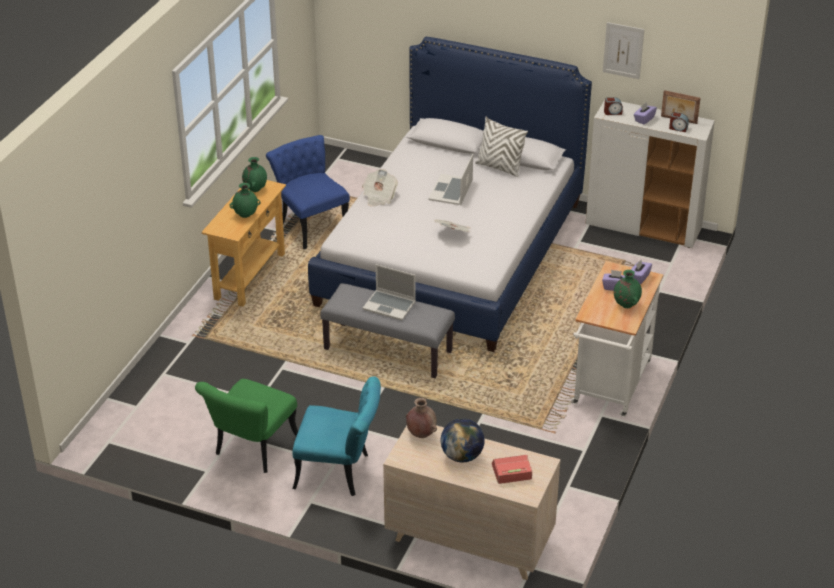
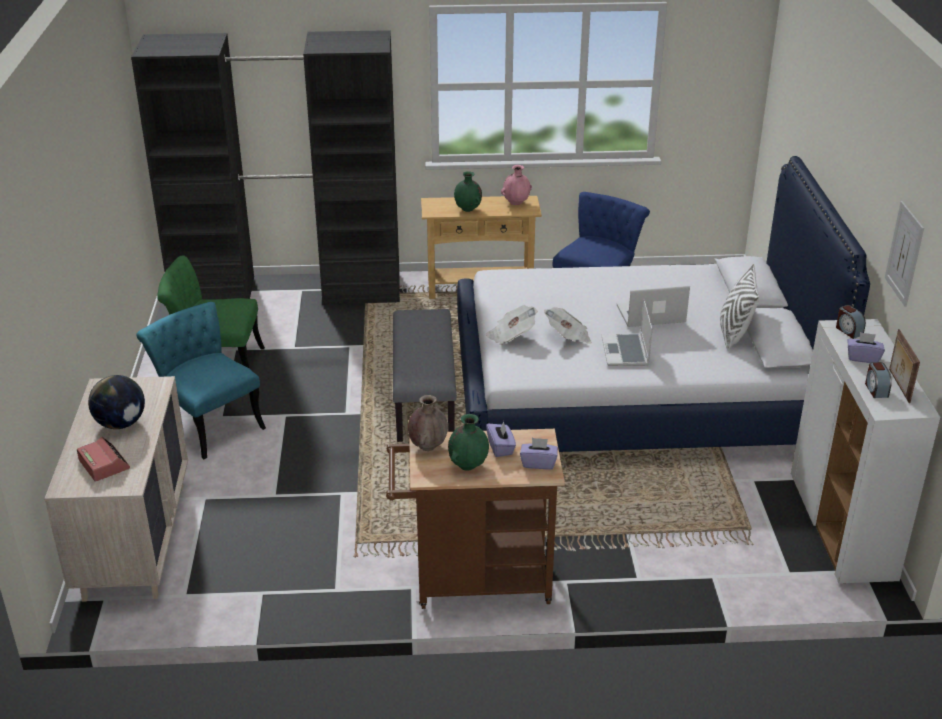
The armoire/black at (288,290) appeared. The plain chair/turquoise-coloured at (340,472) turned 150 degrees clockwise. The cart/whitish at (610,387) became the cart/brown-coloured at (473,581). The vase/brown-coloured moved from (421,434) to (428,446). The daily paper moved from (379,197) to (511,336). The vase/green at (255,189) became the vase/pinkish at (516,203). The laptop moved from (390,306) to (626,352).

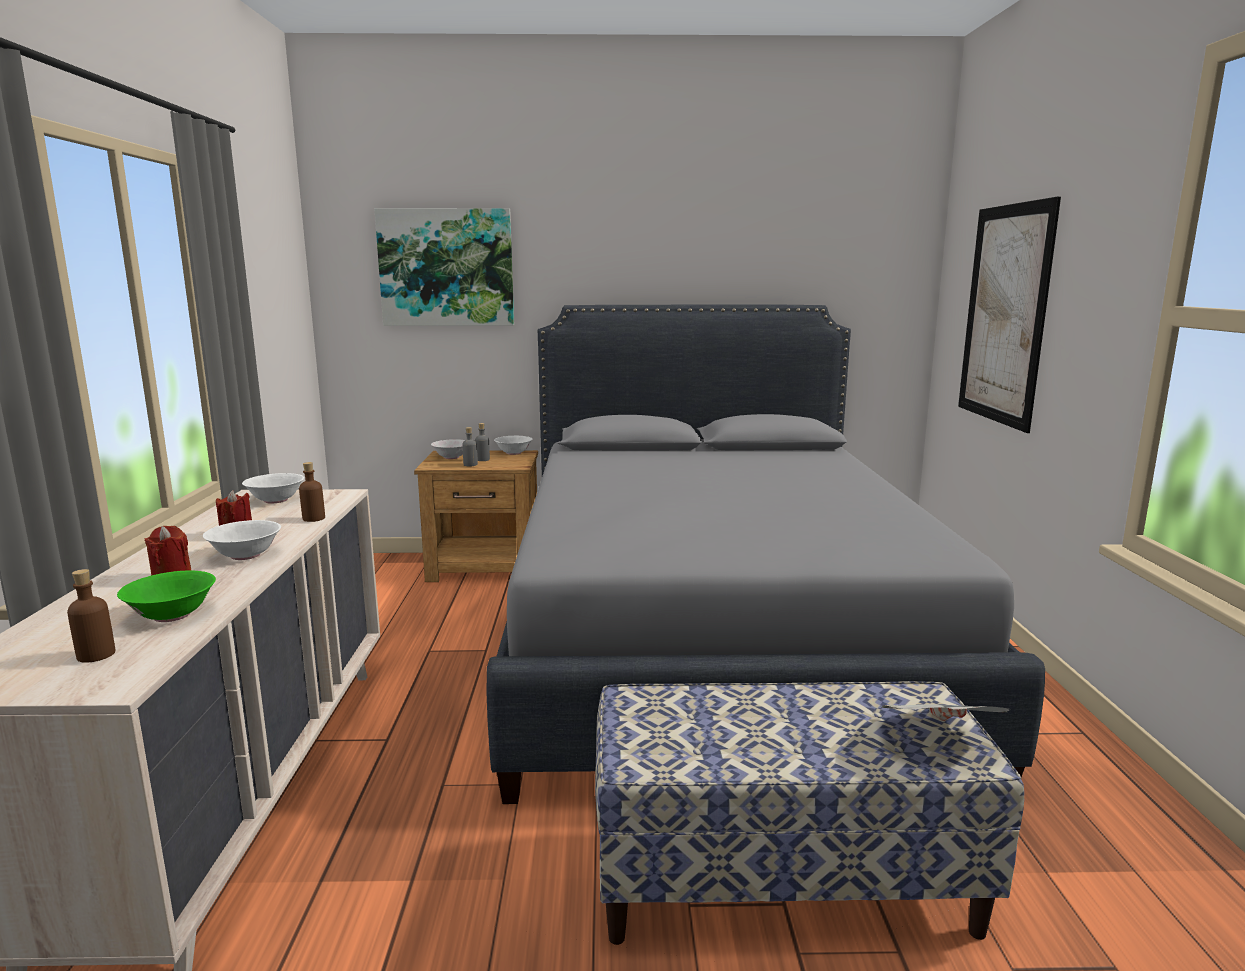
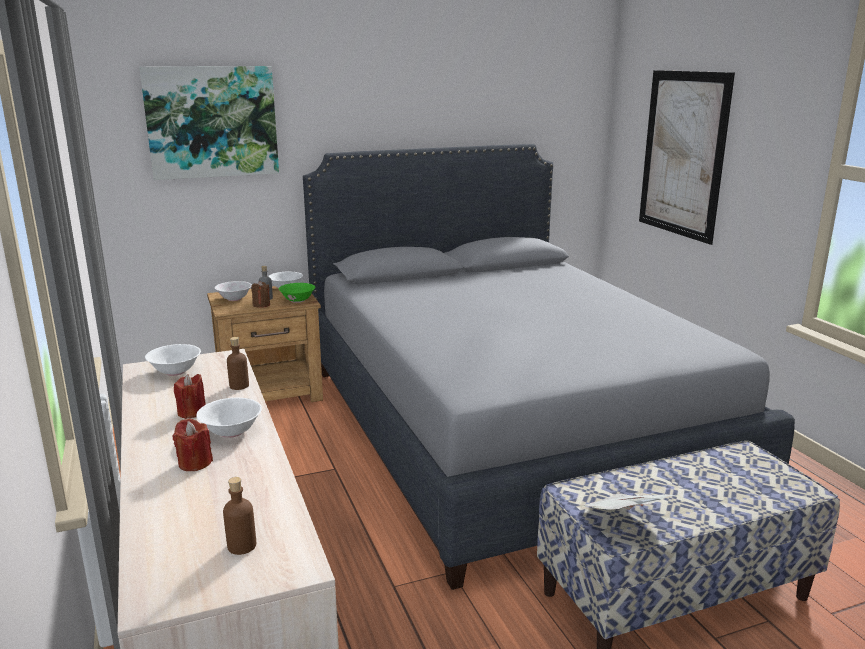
The drink bottle/grey at (470,464) was replaced by the candle/brown-coloured at (261,305). The bowl/green moved from (172,615) to (298,300). The daily paper moved from (938,738) to (624,521).

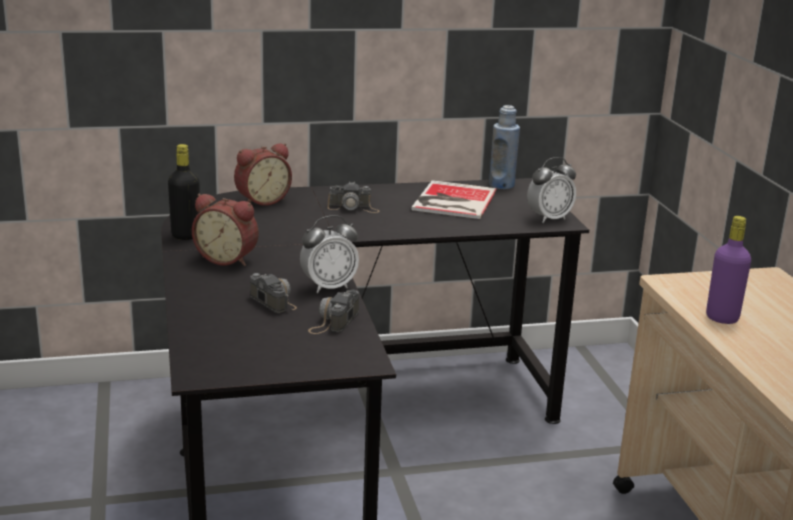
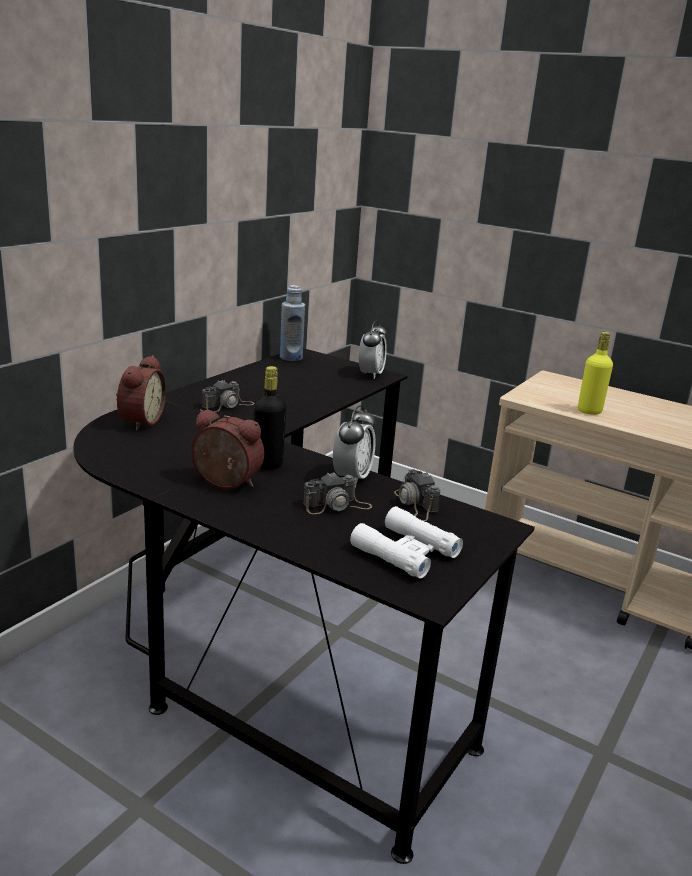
The bedside clock at (228,259) turned 135 degrees counterclockwise. The drink bottle/black moved from (186,236) to (268,465). The photo camera at (272,299) turned 150 degrees clockwise. The field glasses/whitish at (405,552) appeared. The drink bottle/purple-coloured at (722,318) became the drink bottle/yellowish at (589,411). The bound book at (452,201) disappeared.

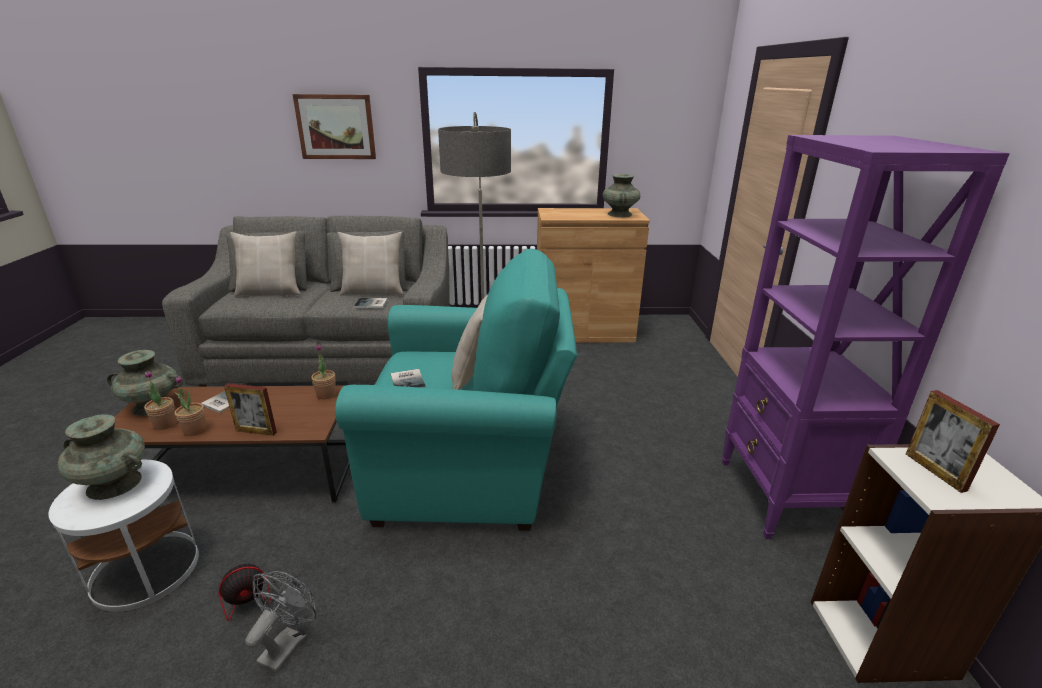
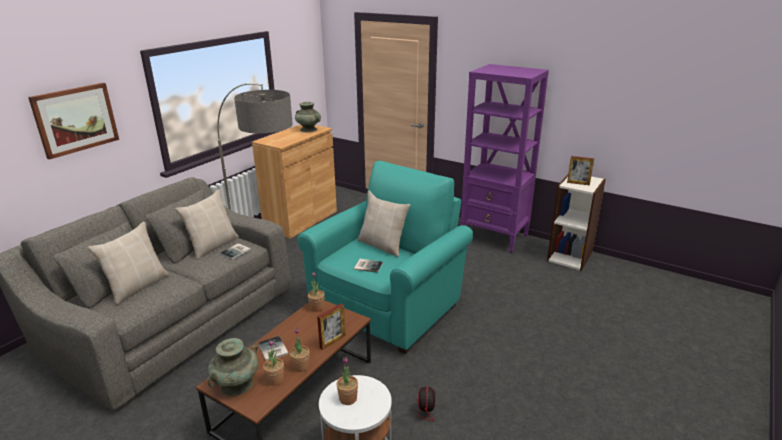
The vase/turquoise-coloured at (114,484) was replaced by the potted plant at (348,398). The electric fan/grey at (287,643) disappeared.

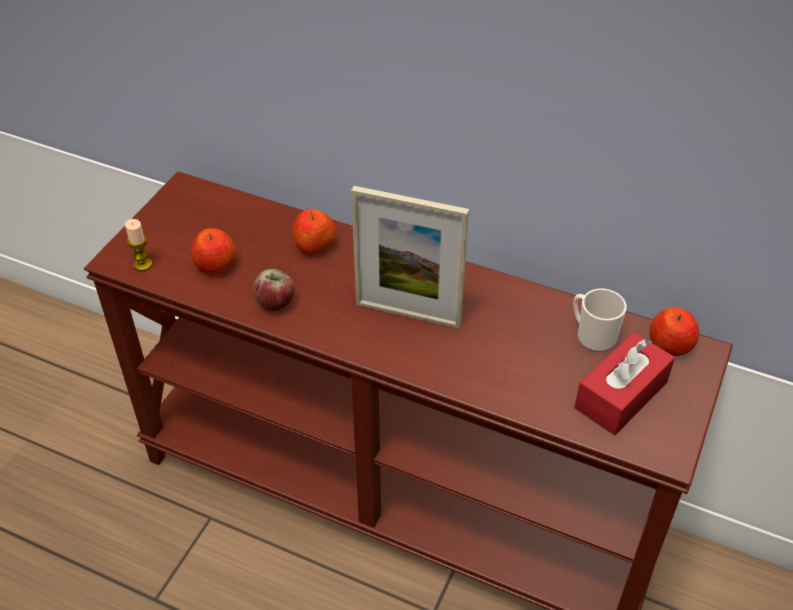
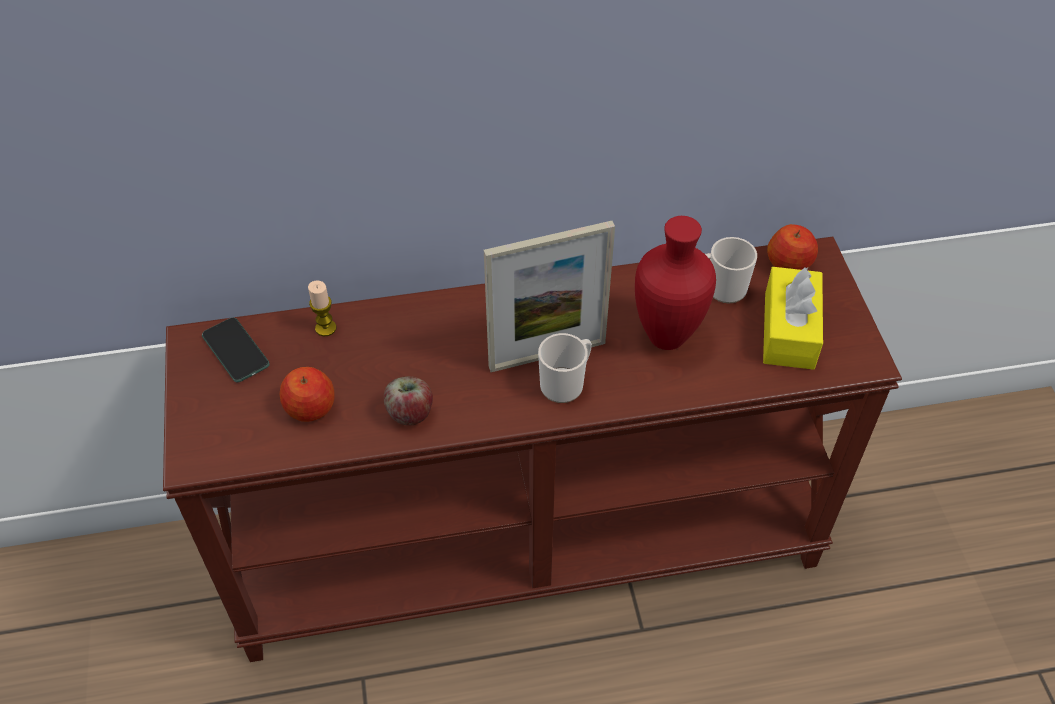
The handset at (235,351) appeared. The candle moved from (143,264) to (325,328). The tea mug at (565,383) appeared. The vase/reddish at (669,337) appeared. The box of tissues/reddish at (621,395) became the box of tissues/yellowish at (789,330). The apple at (314,245) disappeared.

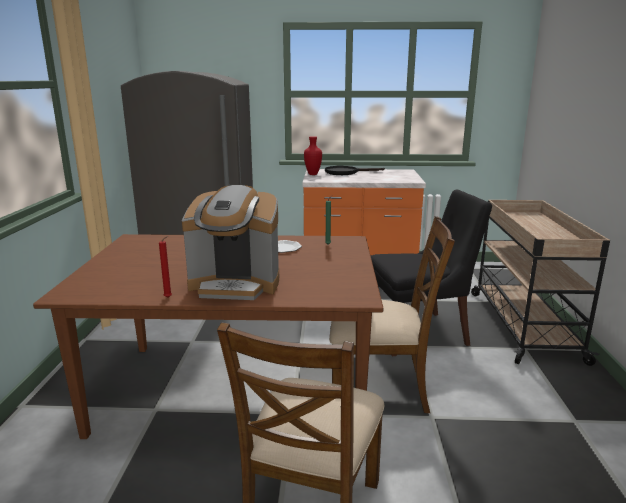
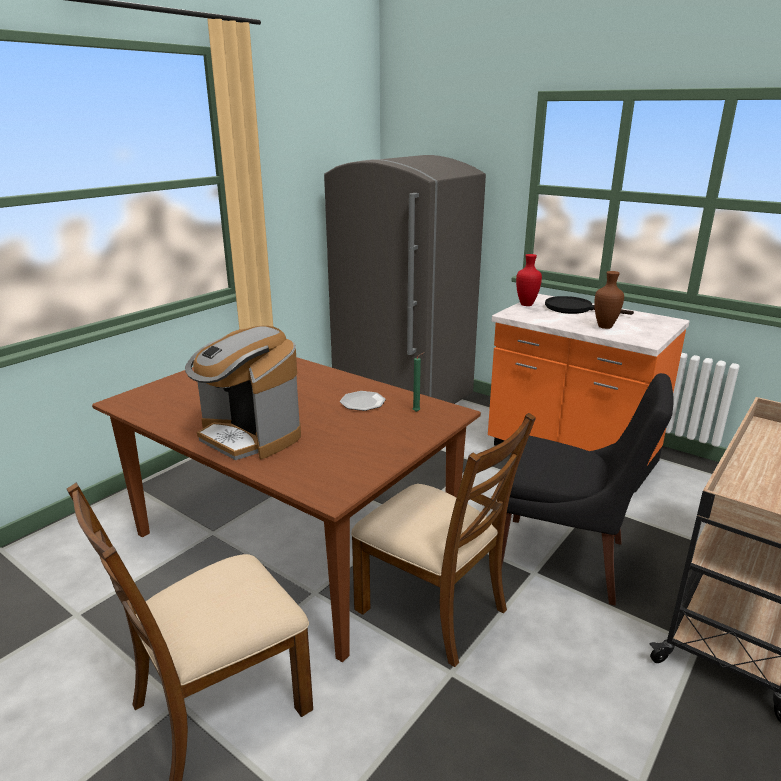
The vase/brown-coloured at (605,326) appeared. The candle/reddish at (169,298) disappeared.

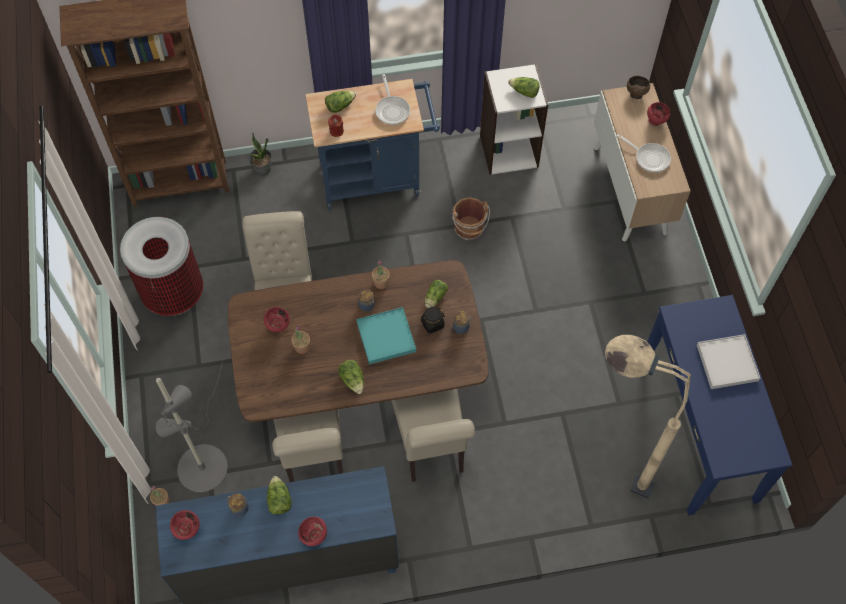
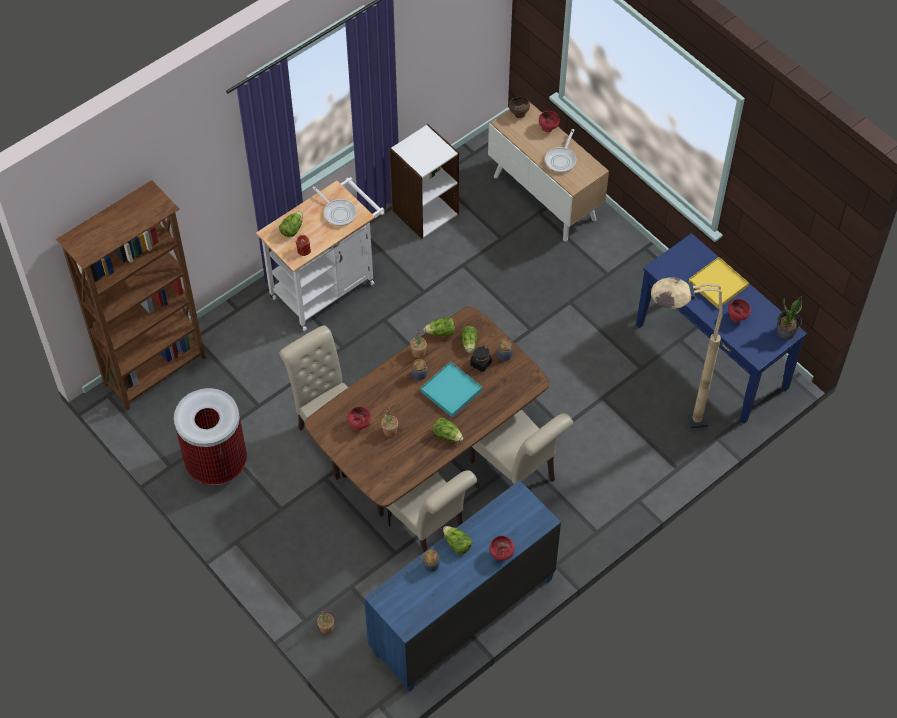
The cart/blue at (376,178) became the cart/whitish at (327,286). The lettuce moved from (524,92) to (441,332). The frying pan at (649,158) turned 105 degrees clockwise. The carrying tray/whitish at (727,363) became the carrying tray/yellowish at (718,284). The bowl/reddish moved from (187,529) to (737,317). The potted plant moved from (262,169) to (786,332). The standing lamp/grey at (204,456) disappeared. The bucket/brown-coloured at (469,229) disappeared.

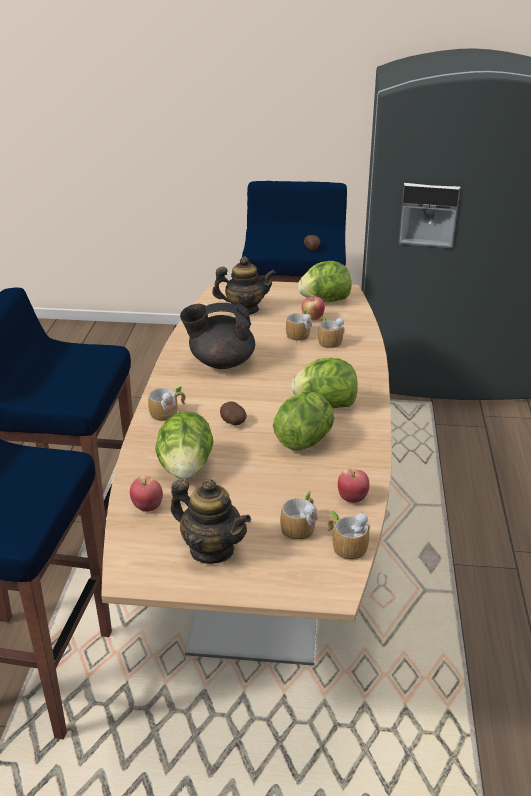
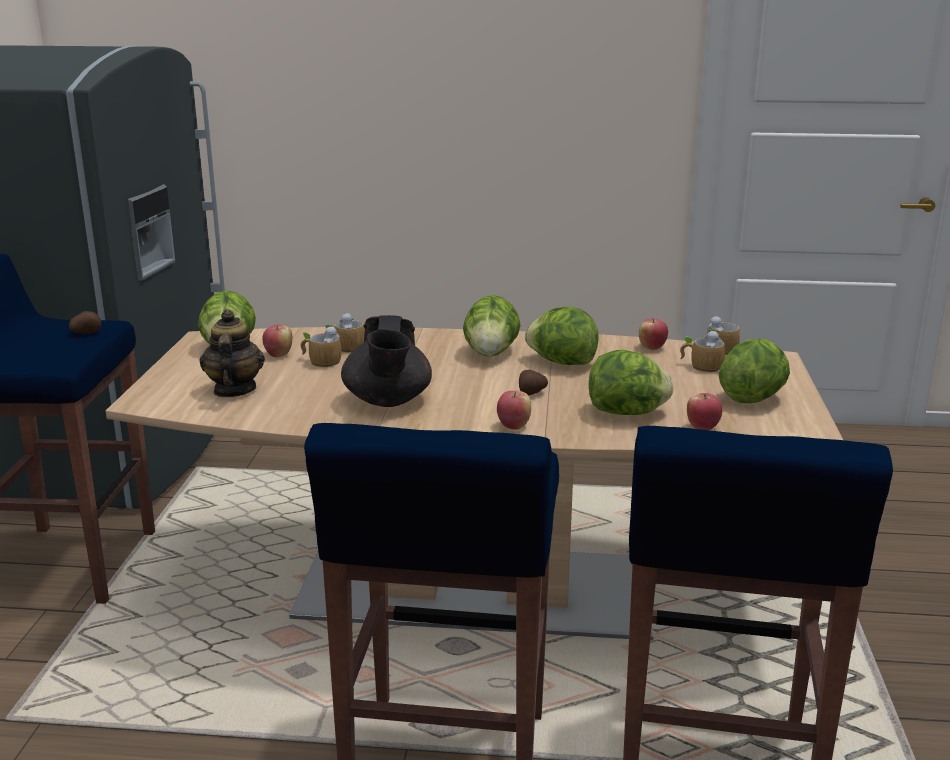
The tea mug at (168,413) was replaced by the apple at (513,426). The pot for tea at (211,549) was replaced by the lettuce at (752,398).

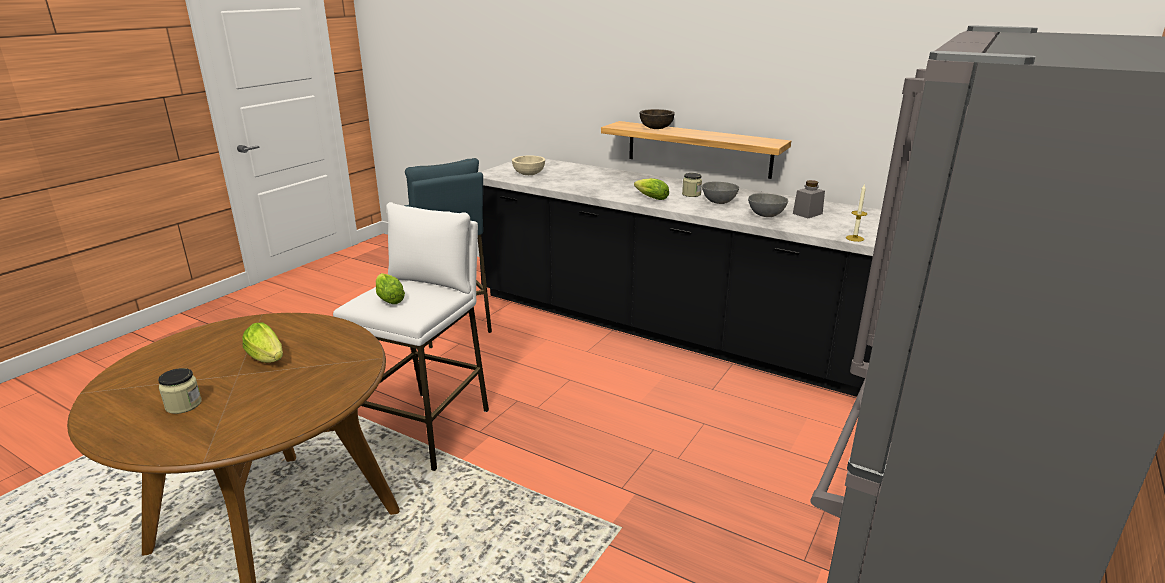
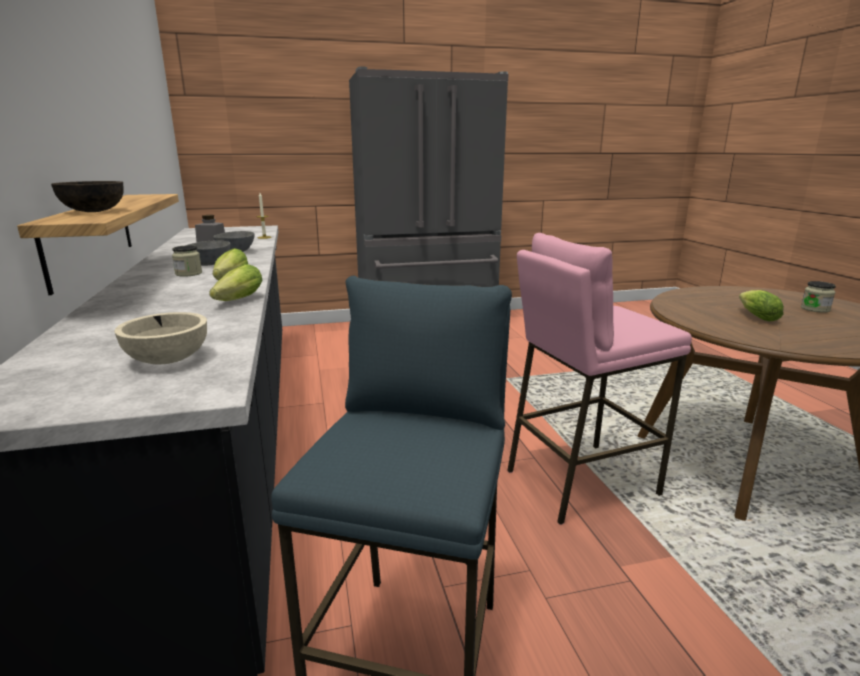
The lettuce moved from (389,298) to (236,301). The stool/whitish at (428,429) became the stool/pinkish at (579,481).

